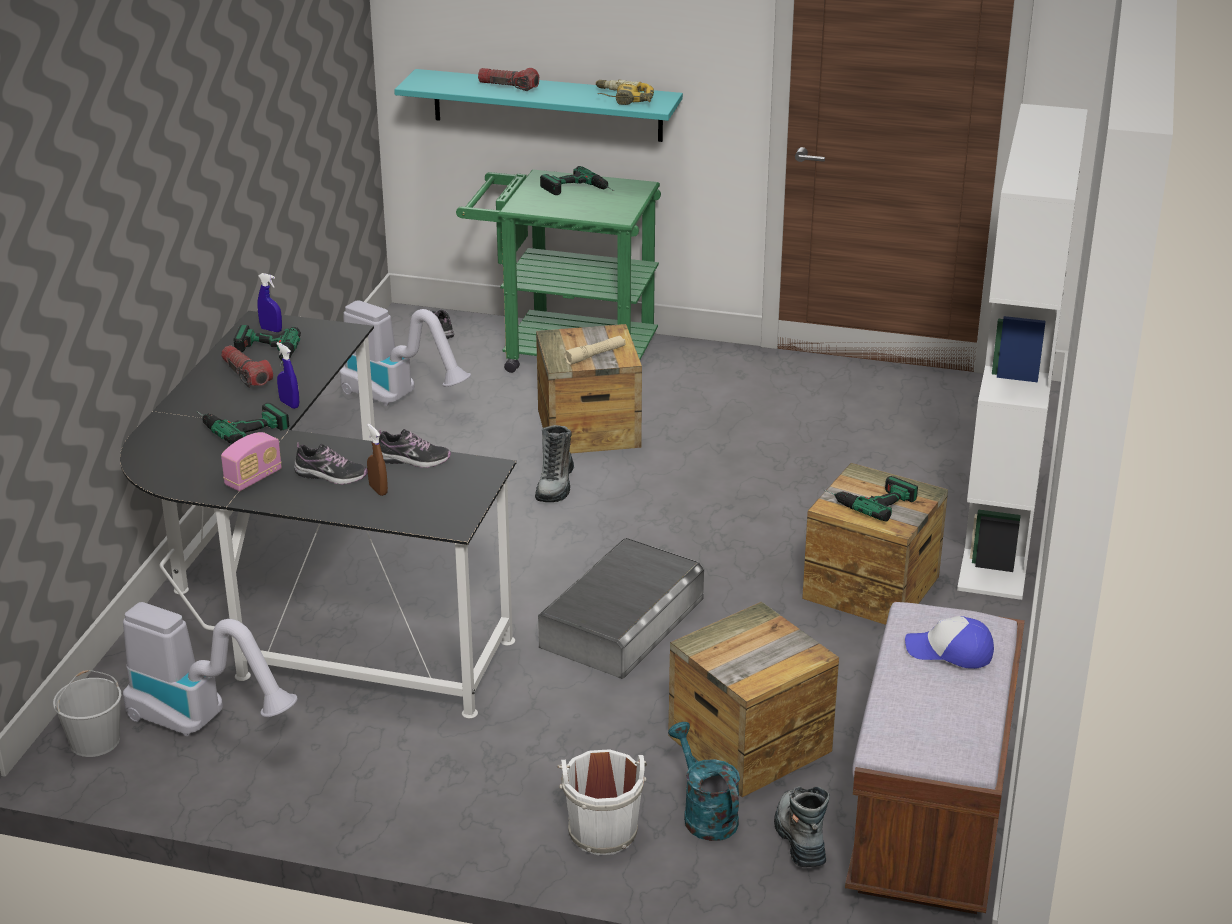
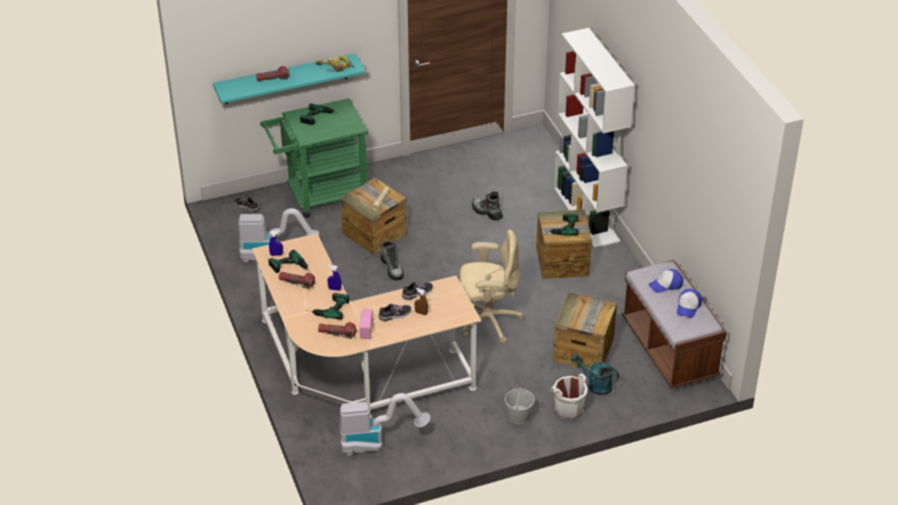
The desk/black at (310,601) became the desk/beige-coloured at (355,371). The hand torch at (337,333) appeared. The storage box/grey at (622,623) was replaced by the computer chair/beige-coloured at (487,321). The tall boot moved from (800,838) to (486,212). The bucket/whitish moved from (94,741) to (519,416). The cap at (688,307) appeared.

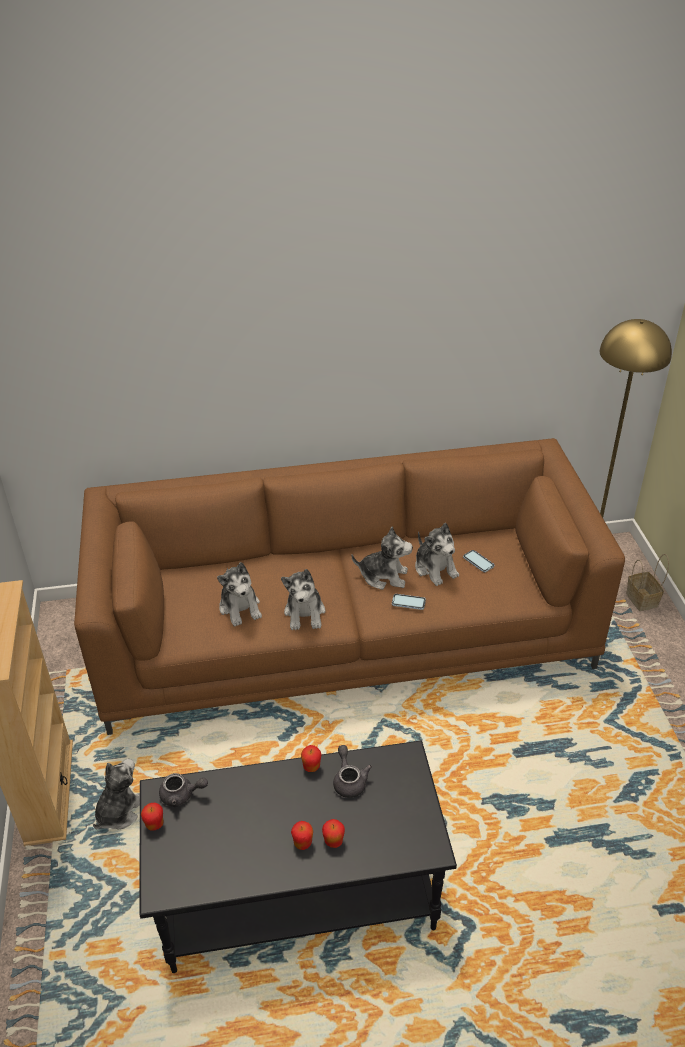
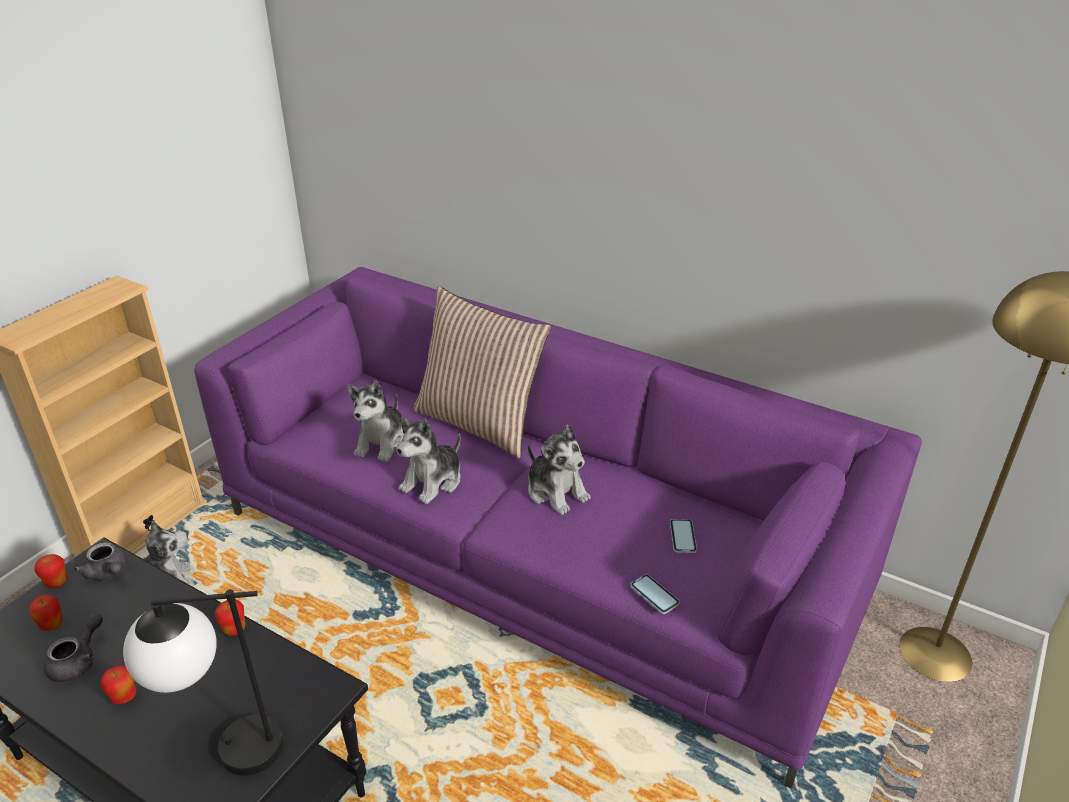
The apple moved from (333,841) to (52,625). The pot for tea/grey moved from (349,780) to (79,661). The table lamp at (225,751) appeared. The settee/brown-coloured at (344,633) became the settee/purple-coloured at (535,554). The pillow at (480,422) appeared. The handset moved from (408,602) to (654,595). The plush toy at (435,568) disappeared. The household basket at (643,600) disappeared.

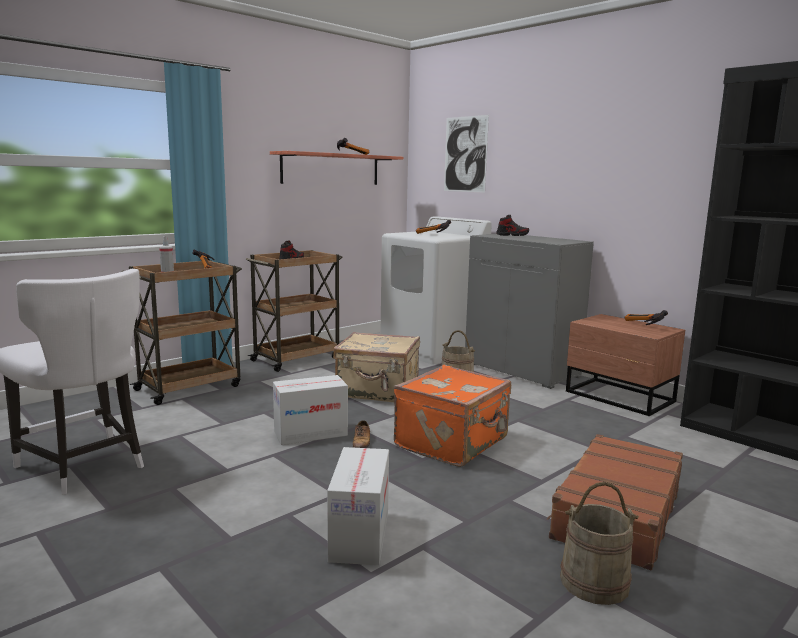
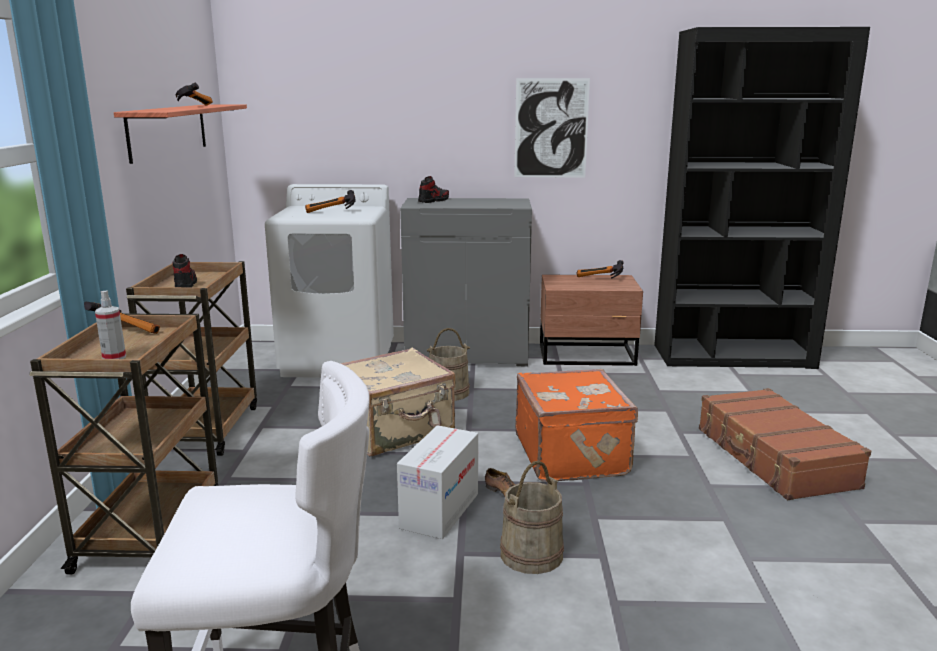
The bucket/beige-coloured moved from (594,582) to (531,554). The wall art moved from (465,154) to (551,128). The cardboard box at (360,536) disappeared.

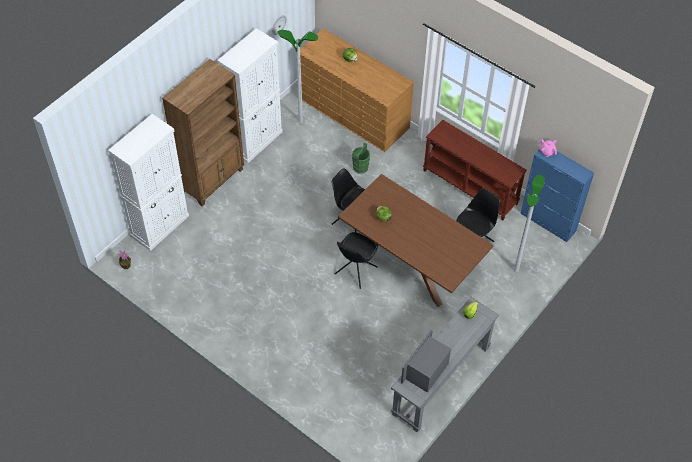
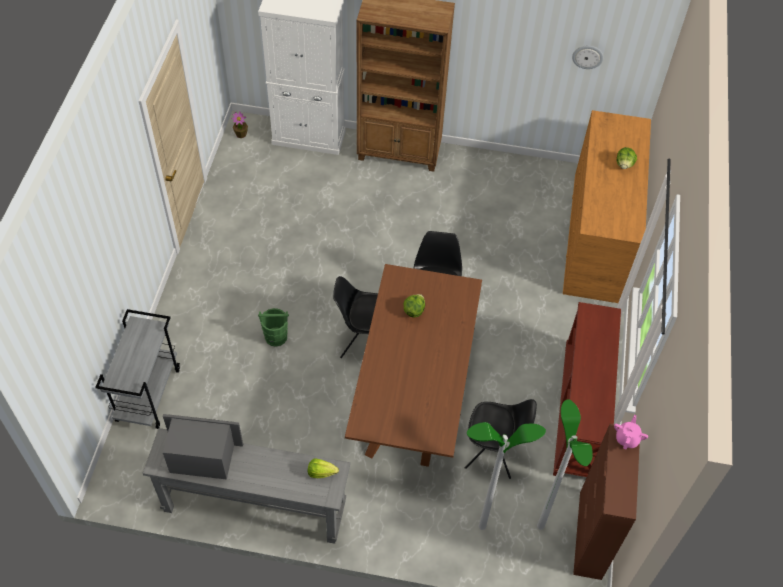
The cart/grey at (148,394) appeared. The bucket/green moved from (360,167) to (276,337). The standing lamp moved from (300,120) to (541,526). The cabinet/blue at (548,222) became the cabinet/brown-coloured at (590,535). The cabinet/whitish at (255,141) disappeared.

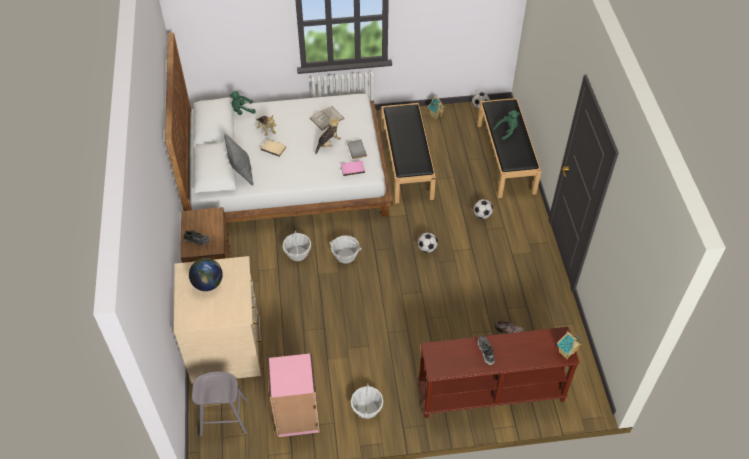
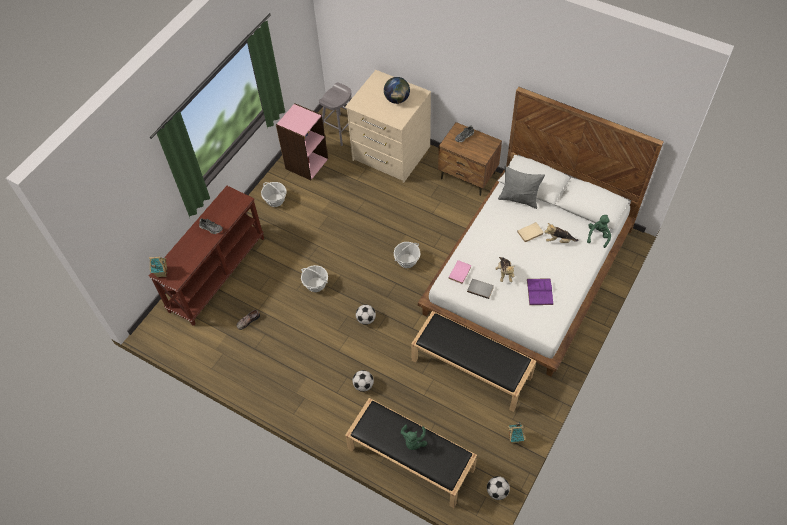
The household basket moved from (298,253) to (316,284). The bound book/whitish at (327,118) became the bound book/purple-coloured at (539,291).

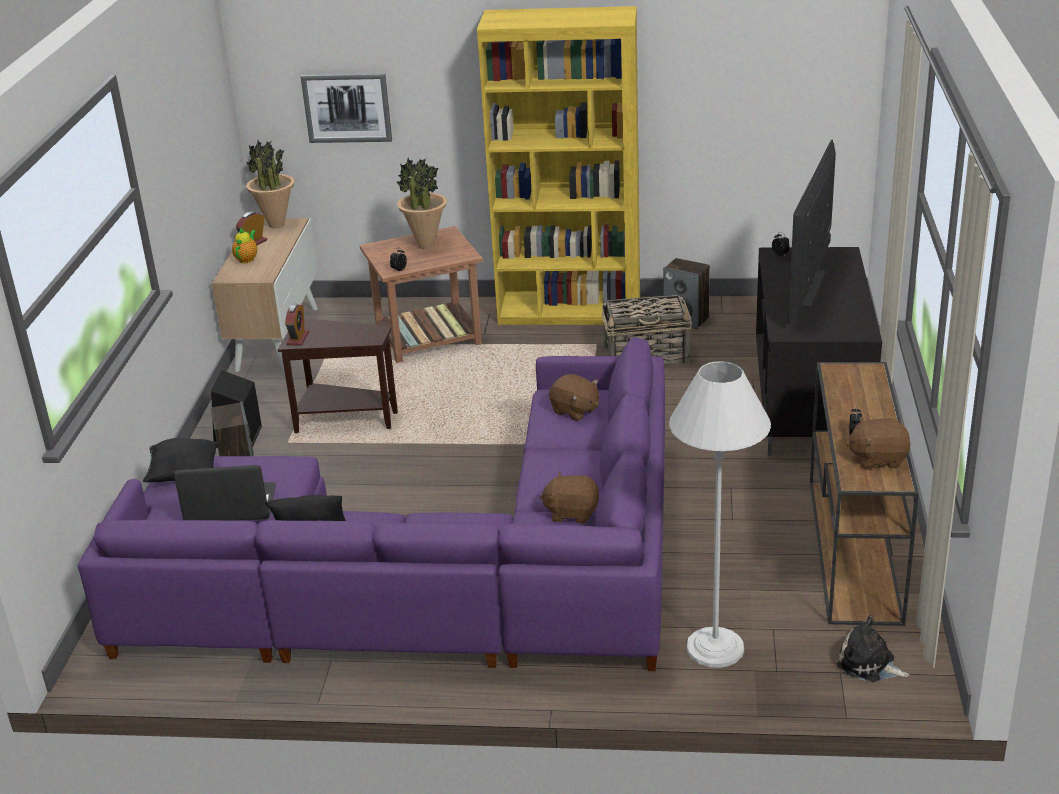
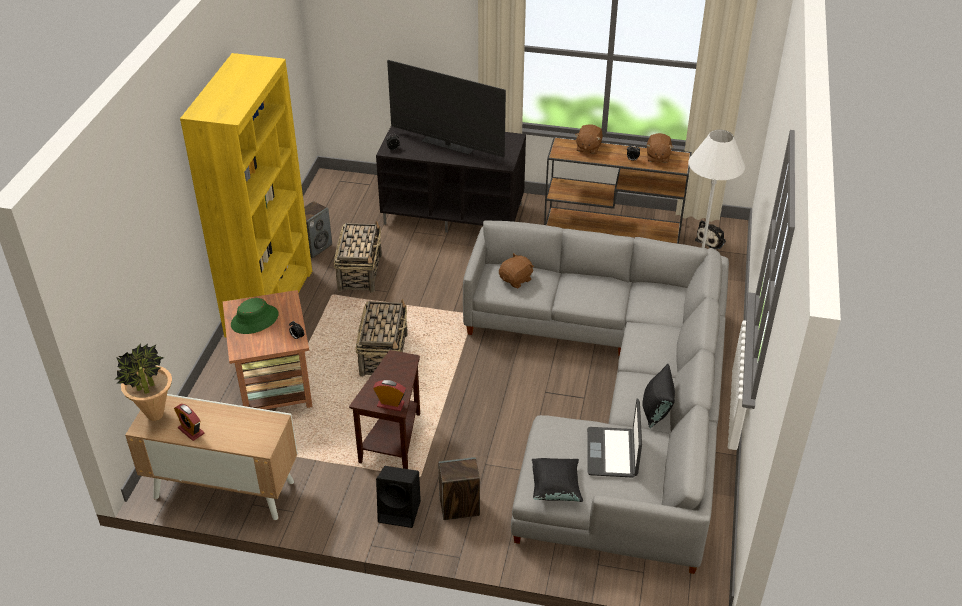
The potted plant at (425,245) was replaced by the wearable hat/green at (254,320). The household basket at (384,354) appeared. The settee/purple-coloured at (429,574) became the settee/grey at (613,399). The plush toy/brown-coloured moved from (572,513) to (588,148). The pot for tea at (247,259) disappeared. The wall art at (347,107) disappeared.

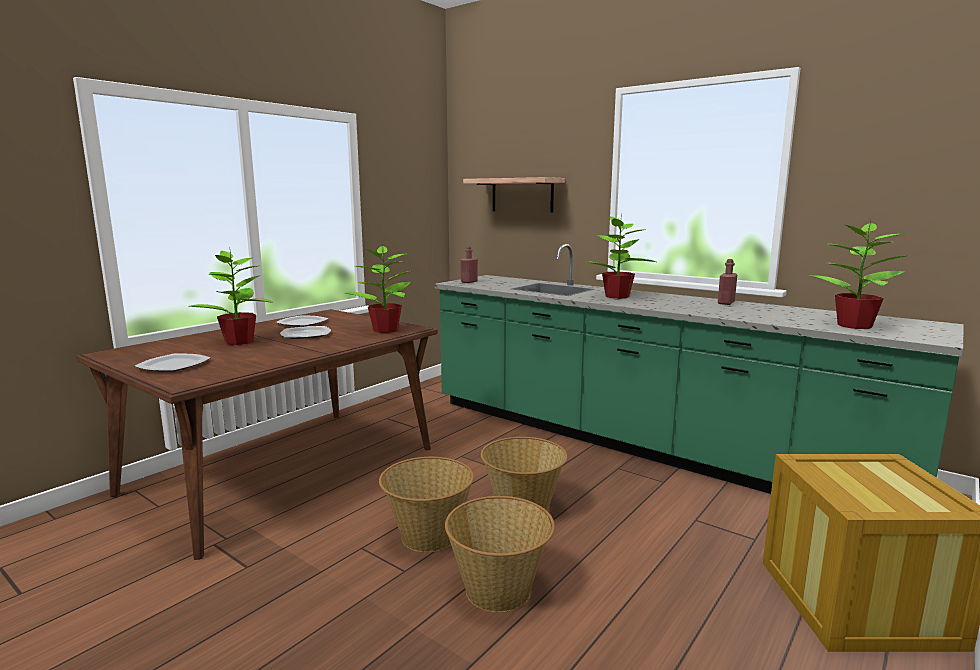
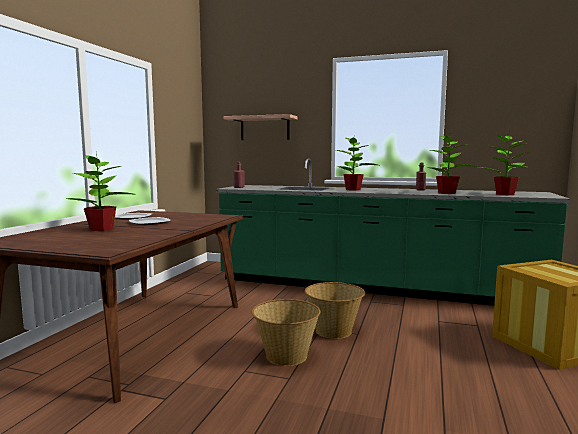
The potted plant moved from (385,330) to (447,193). The flat dish at (173,365) disappeared. The household basket at (499,590) disappeared.

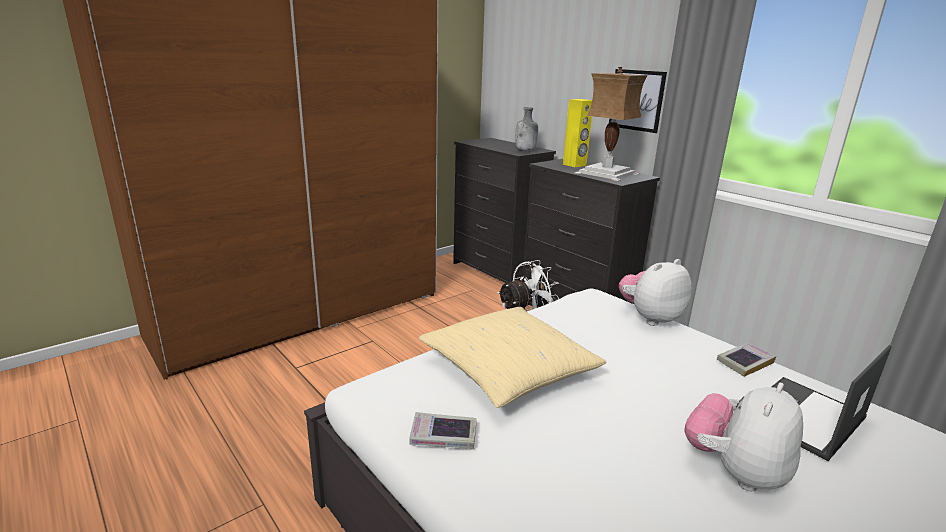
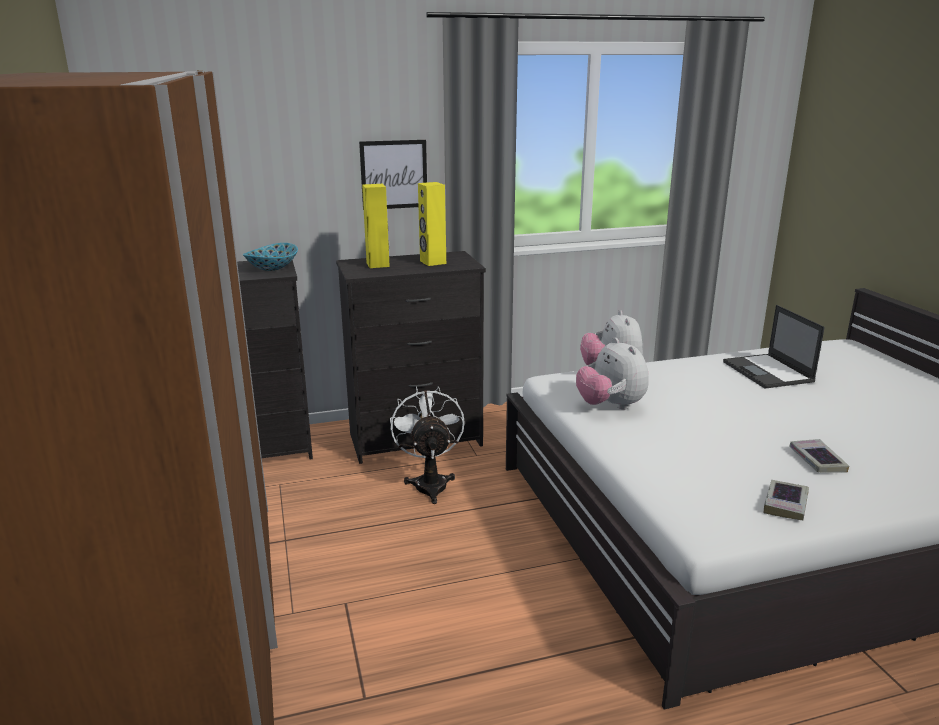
The drink bottle/grey at (525,151) was replaced by the bowl at (273,268). The table lamp at (607,173) was replaced by the loudspeaker/yellowish at (432,262). The plush toy moved from (735,471) to (610,406). The bound book moved from (744,362) to (817,460). The pillow/beige-coloured at (508,369) disappeared.

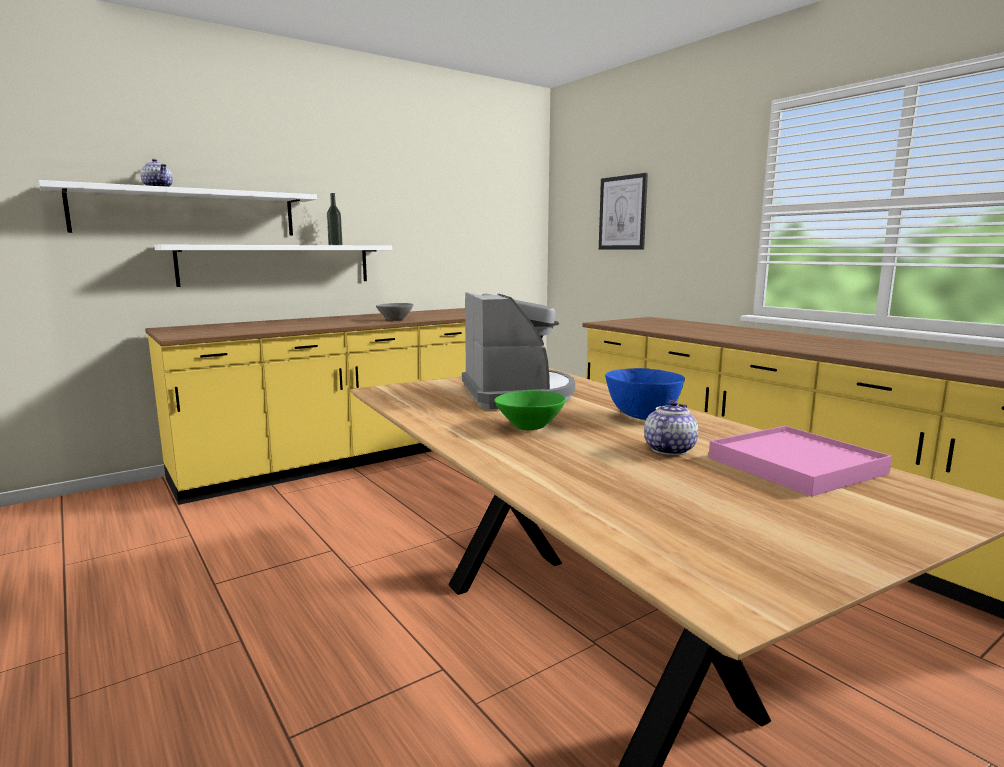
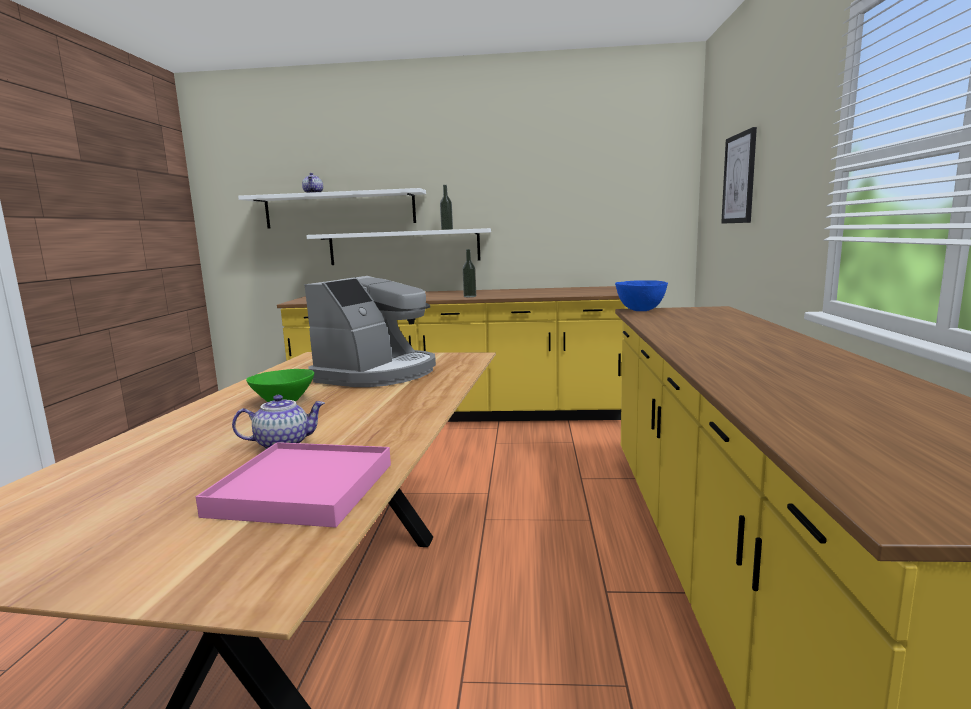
The bowl/grey at (394,320) was replaced by the drink bottle at (470,296). The bowl/blue moved from (643,417) to (640,310).

